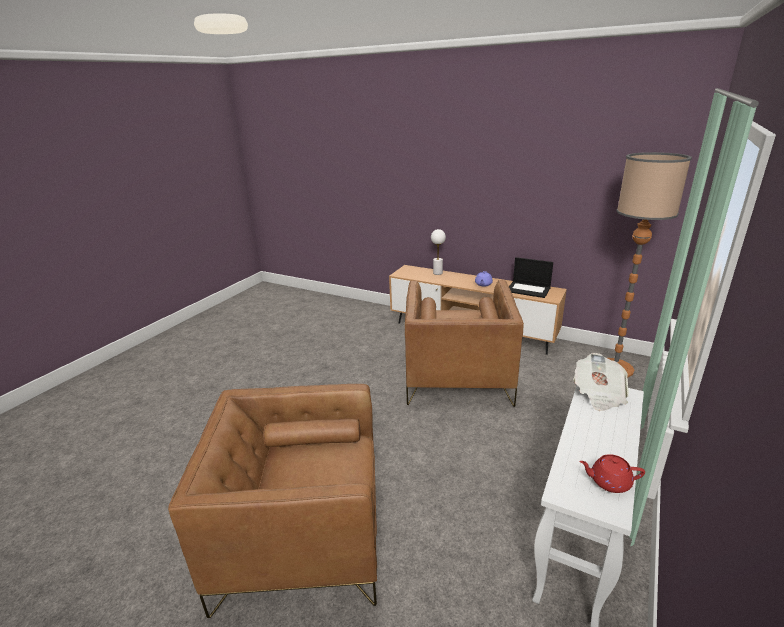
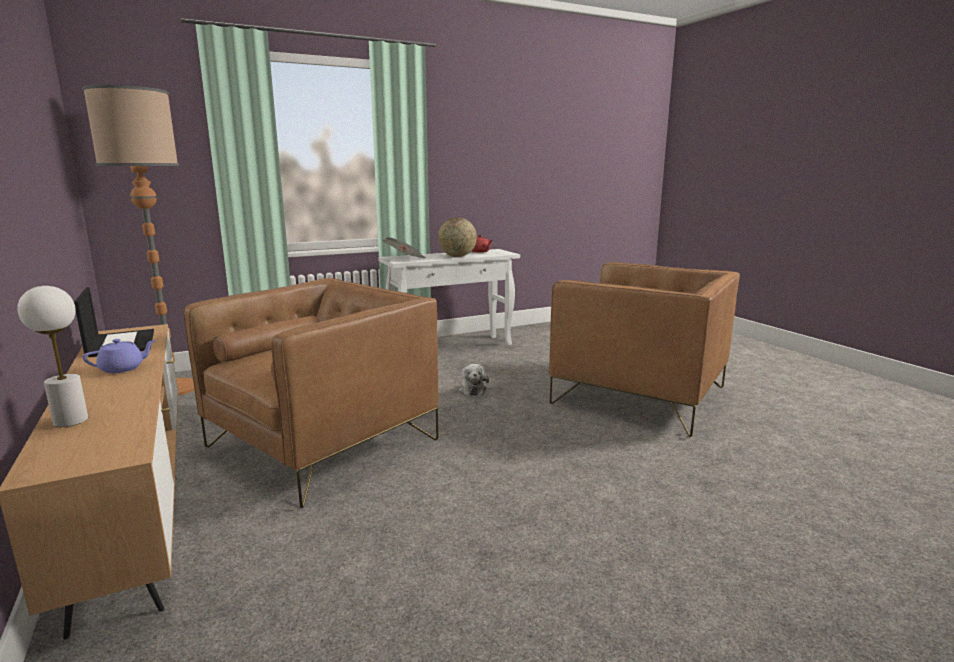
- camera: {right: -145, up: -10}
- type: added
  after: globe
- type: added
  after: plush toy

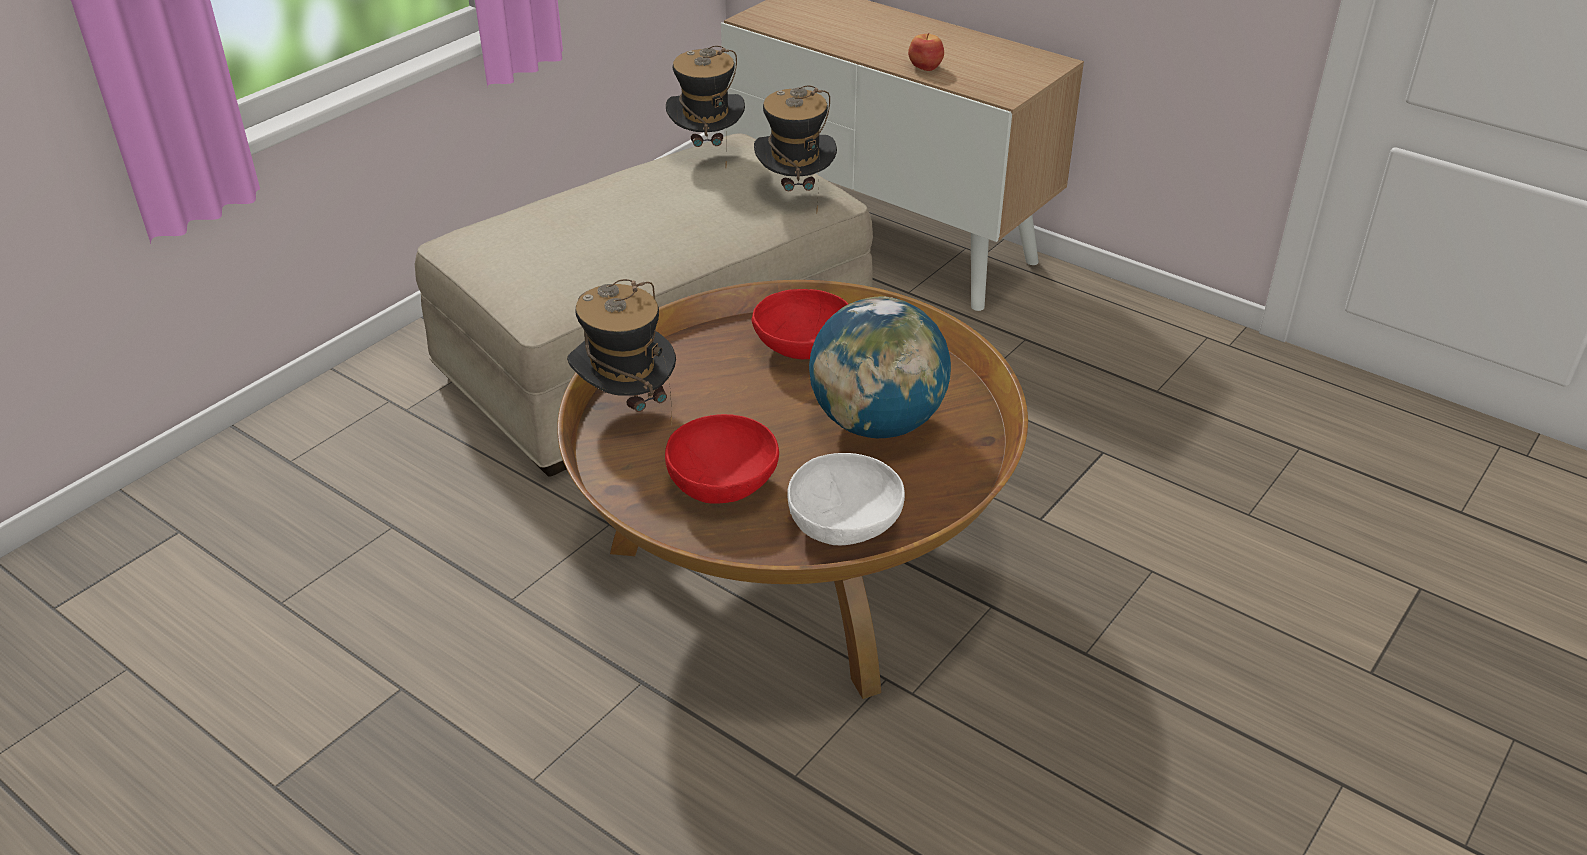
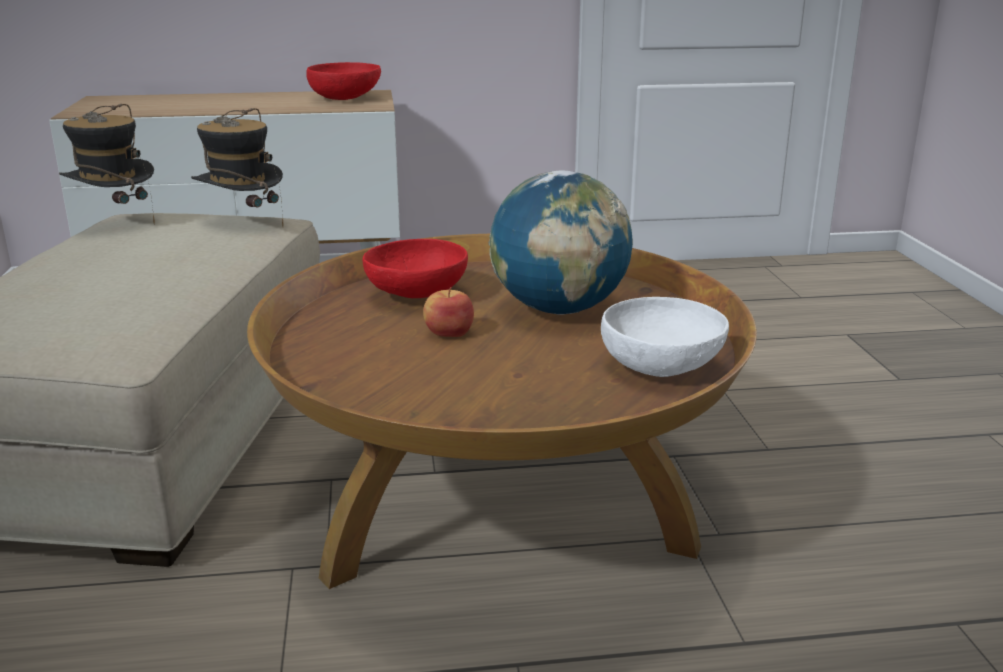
- camera: {right: -45, up: -15}
- type: removed
  before: hat (1st from left)
- type: moved
  before: bowl/red (1st from left)
- type: moved
  before: apple

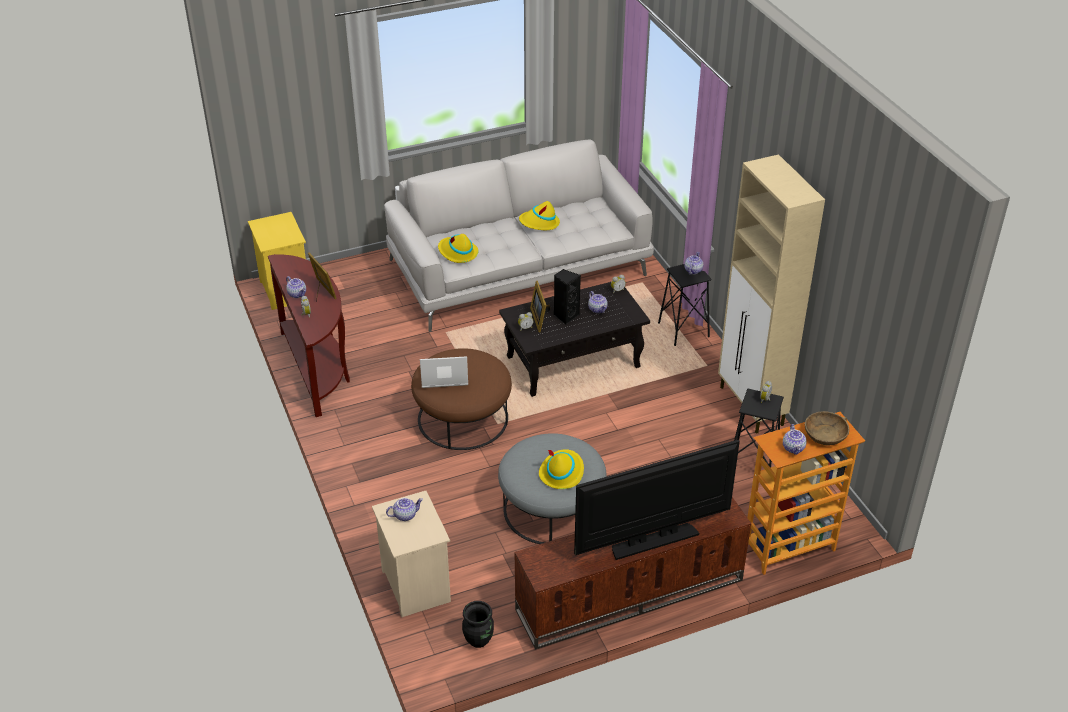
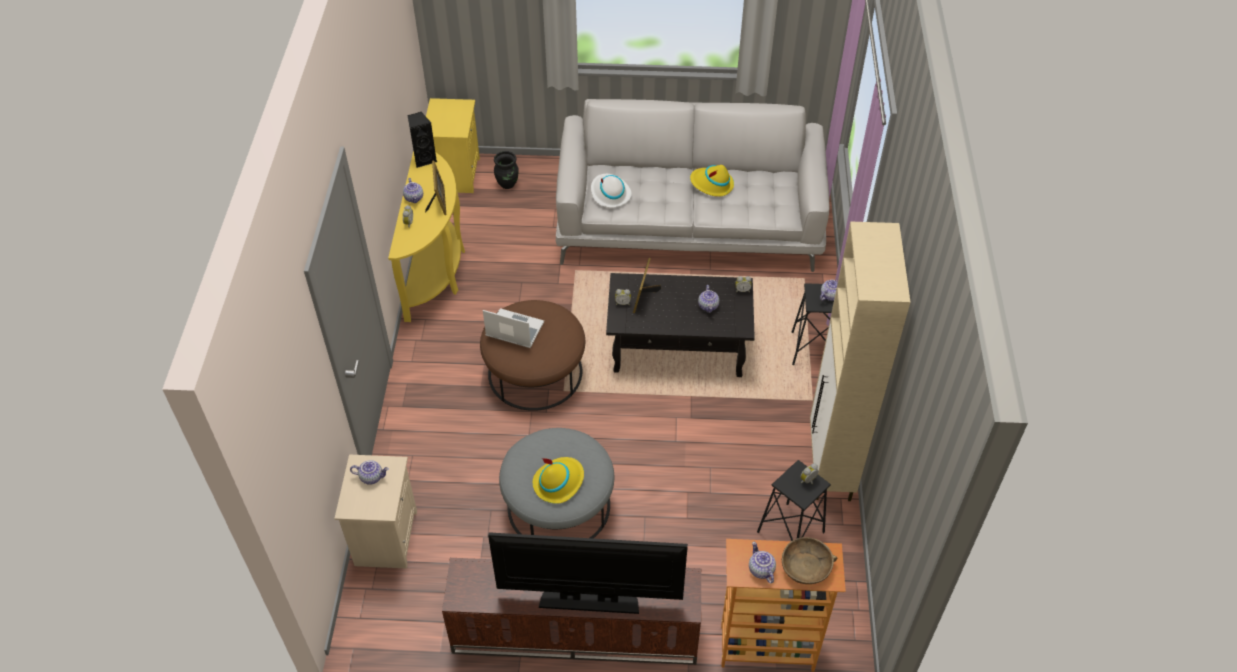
- camera: {right: 25, up: 10}
- type: moved
  before: vase/black
- type: moved
  before: speaker/black
- type: recoloured
  before: console table/brown
  after: console table/yellow
- type: recoloured
  before: hat/yellow (1st from left)
  after: hat/white
- type: turned
  before: teapot (5th from left in the first image)
  turn: 135

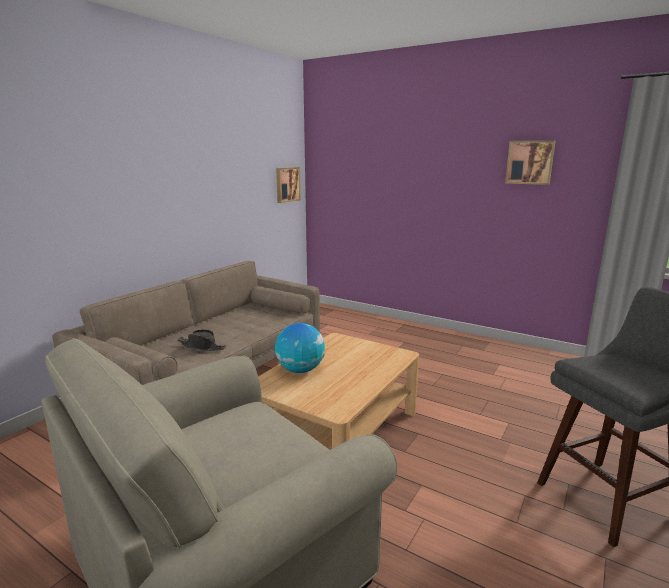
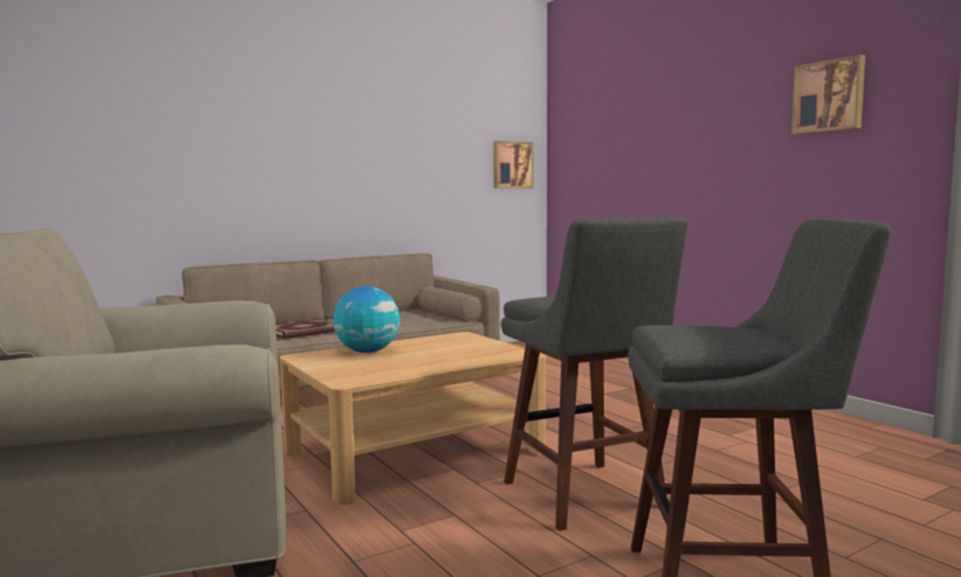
- camera: {right: 25, up: -10}
- type: added
  after: stool/grey (1st from left)
- type: replaced
  before: hat/black
  after: book

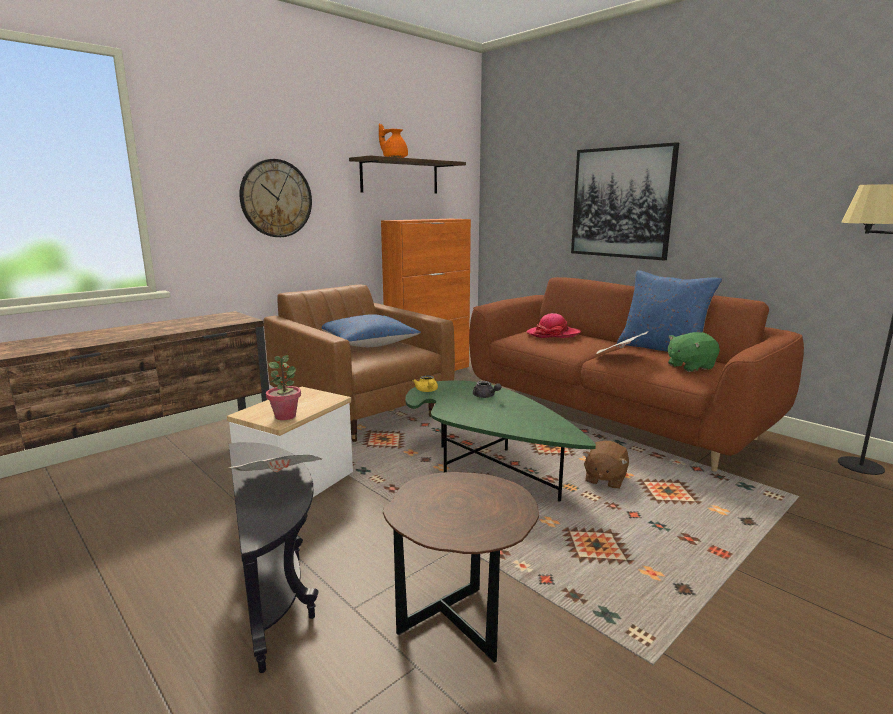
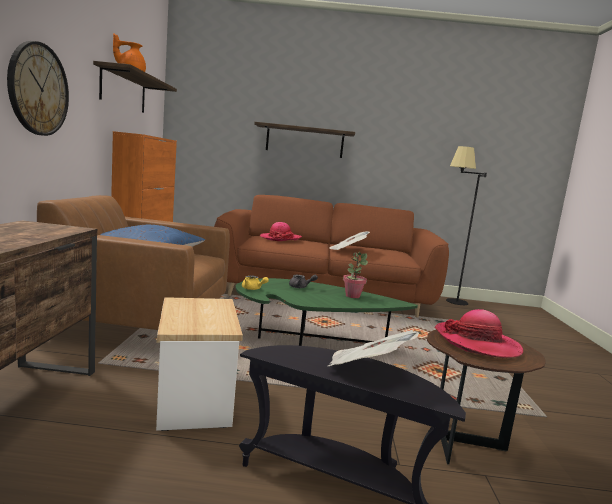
- camera: {right: -45, up: -5}
- type: removed
  before: plush toy/brown
- type: removed
  before: pillow/blue (2nd from left)
- type: removed
  before: plush toy/green
- type: added
  after: hat (2nd from left)
- type: moved
  before: potted plant
- type: replaced
  before: picture
  after: shelf (2nd from left)

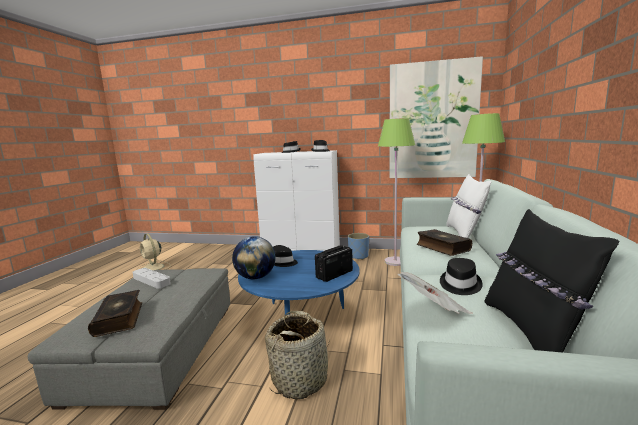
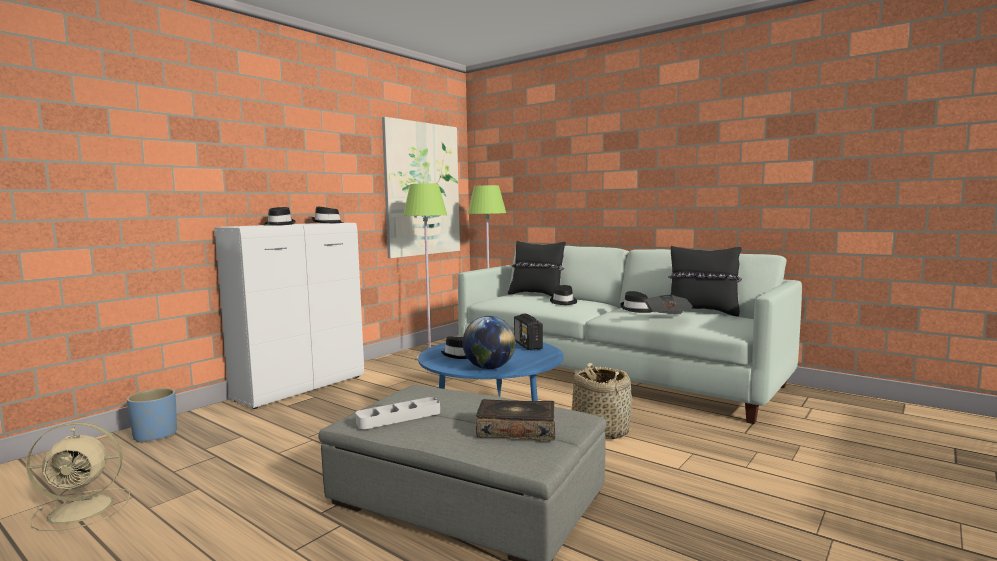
- camera: {right: -65, up: -5}
- type: moved
  before: planter/blue
- type: replaced
  before: book (2nd from left)
  after: hat/black (4th from left)
- type: recoloured
  before: pillow/white
  after: pillow/black (1st from left)

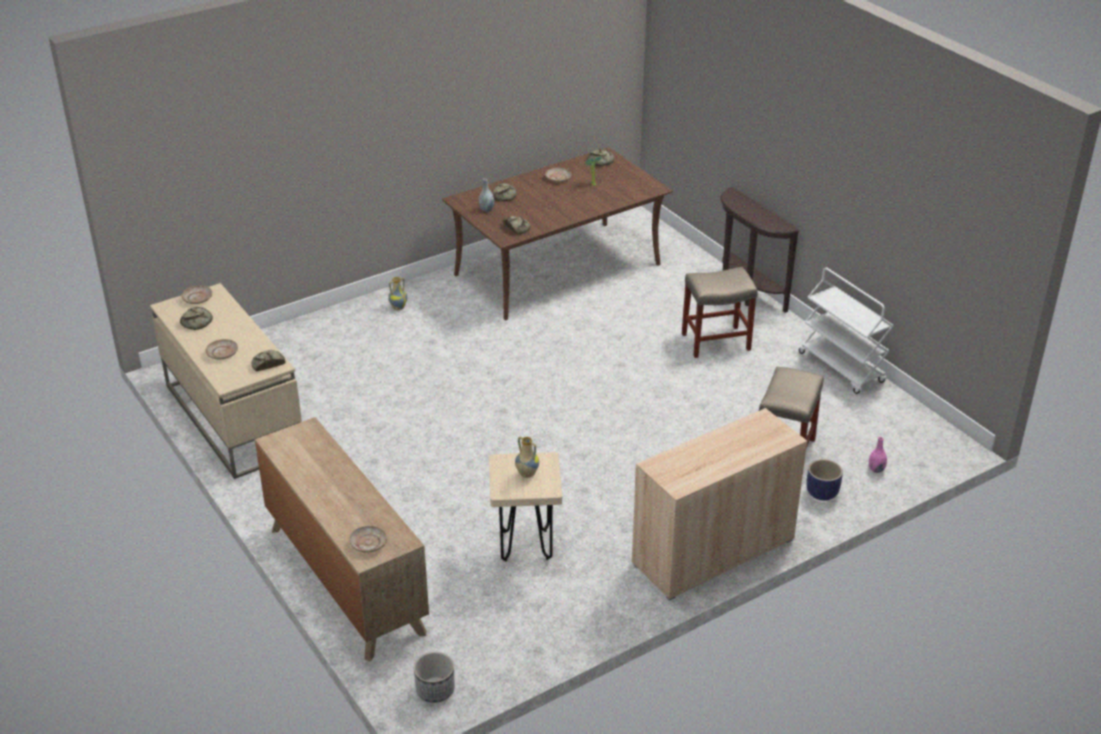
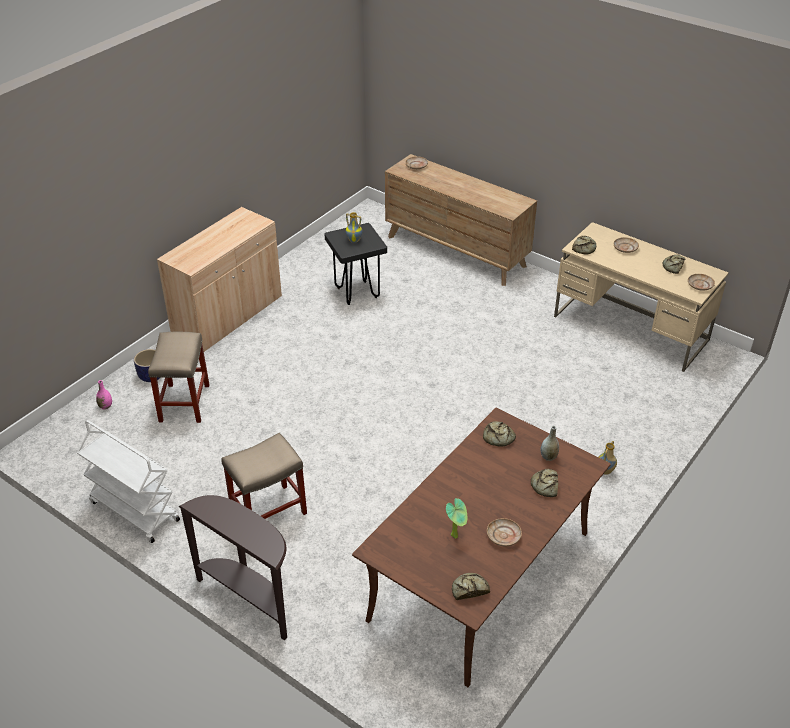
- camera: {right: 160, up: 5}
- type: removed
  before: planter (1st from left)
- type: recoloured
  before: stool/beige (1st from left)
  after: stool/black

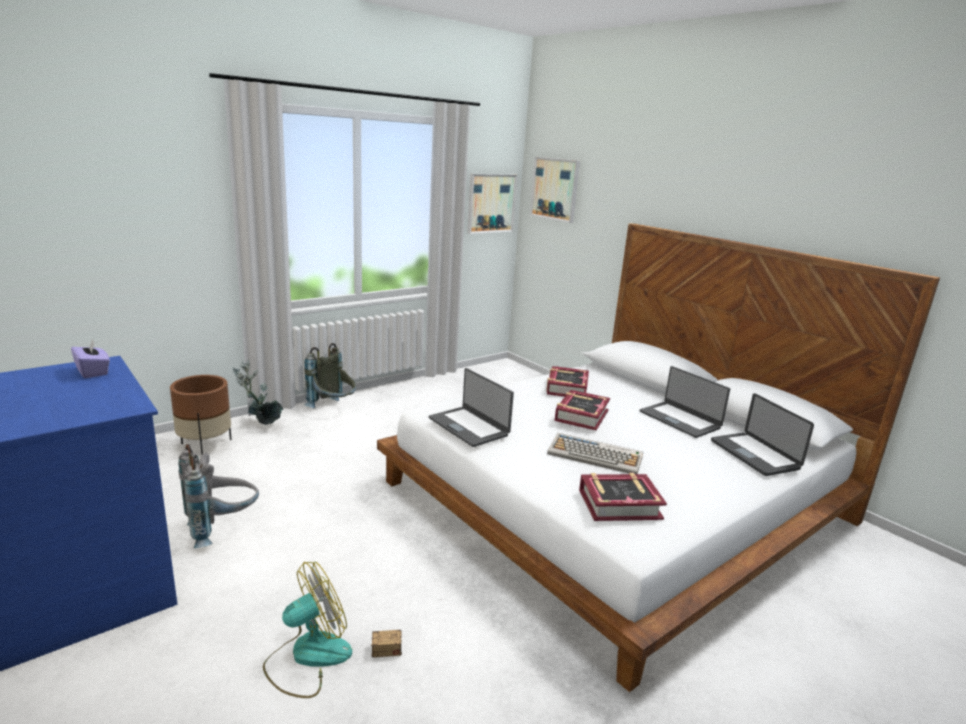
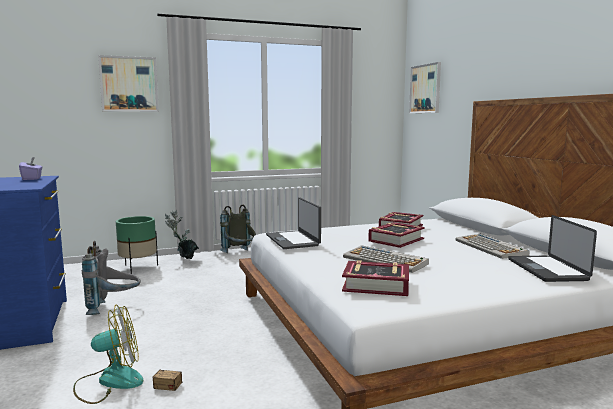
- camera: {right: 20, up: -10}
- type: moved
  before: picture (1st from left)
- type: replaced
  before: laptop (2nd from left)
  after: keyboard (2nd from left)
- type: recoloured
  before: planter/brown
  after: planter/green

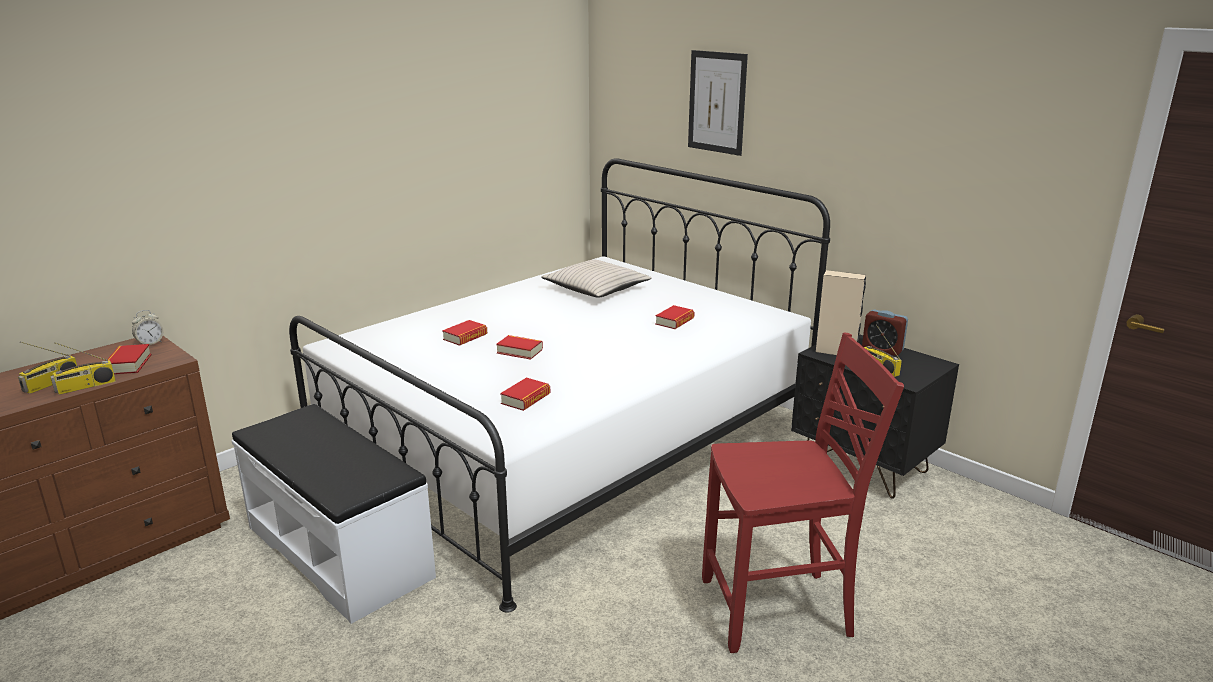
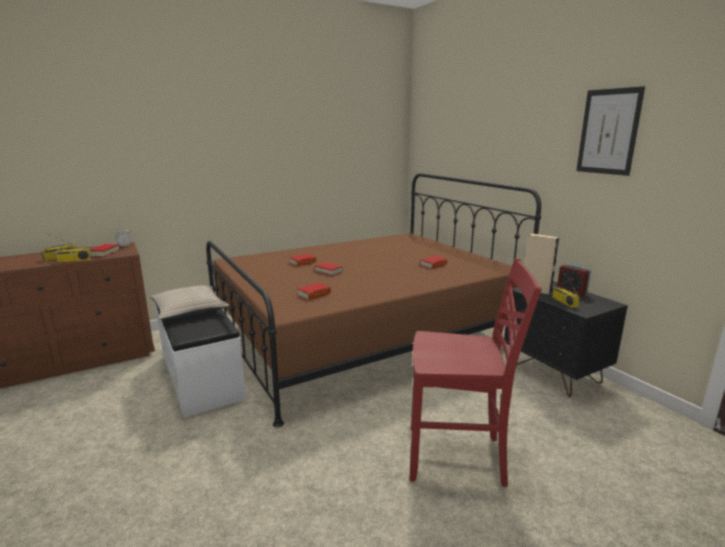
- camera: {right: 15, up: -5}
- type: moved
  before: pillow/beige
- type: moved
  before: picture
- type: recoloured
  before: bed/white
  after: bed/brown

